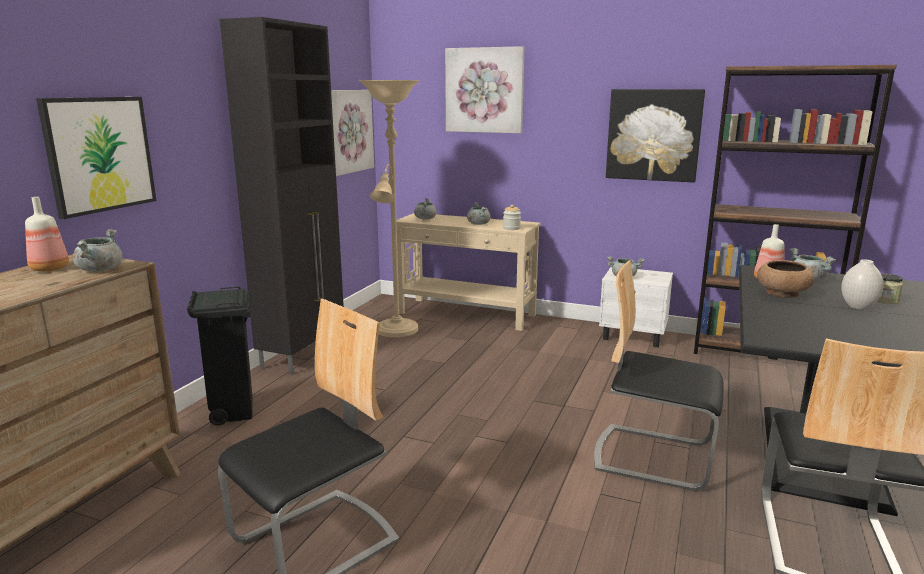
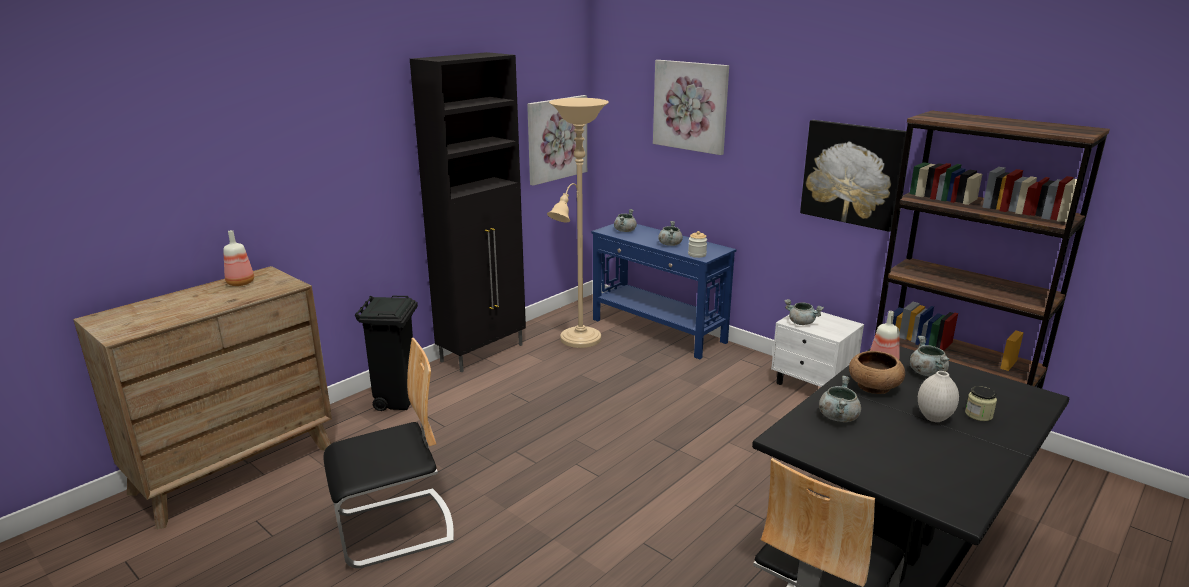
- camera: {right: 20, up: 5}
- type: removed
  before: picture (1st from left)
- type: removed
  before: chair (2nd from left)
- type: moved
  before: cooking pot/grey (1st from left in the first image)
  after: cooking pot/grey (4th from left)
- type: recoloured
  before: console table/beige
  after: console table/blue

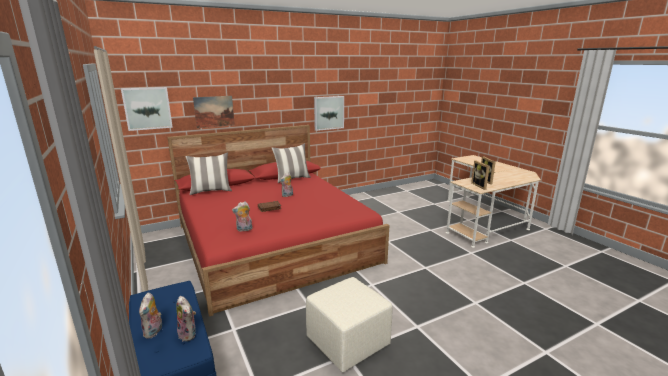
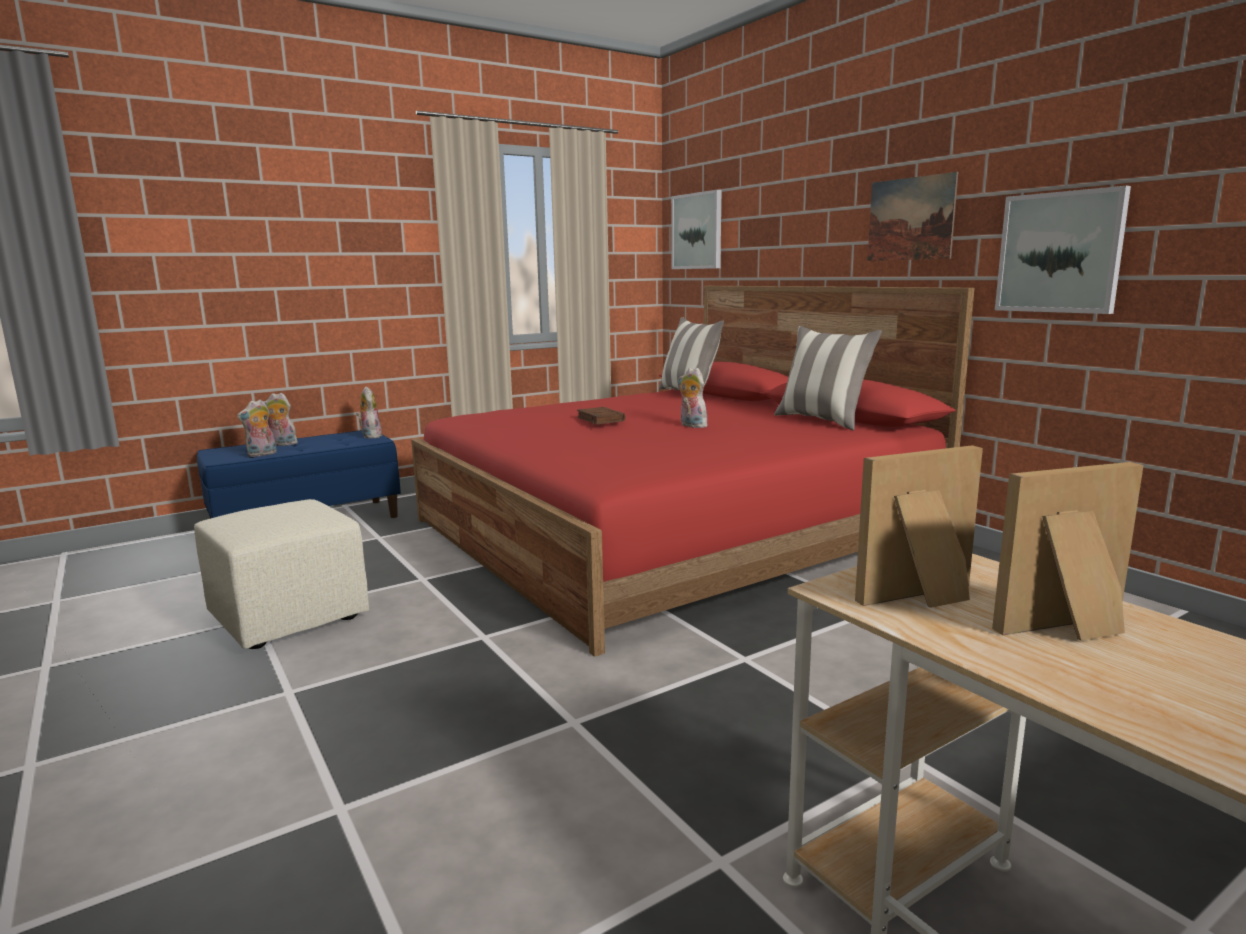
- camera: {right: 85, up: -5}
- type: moved
  before: picture (2nd from left)
- type: moved
  before: plush toy (3rd from left)

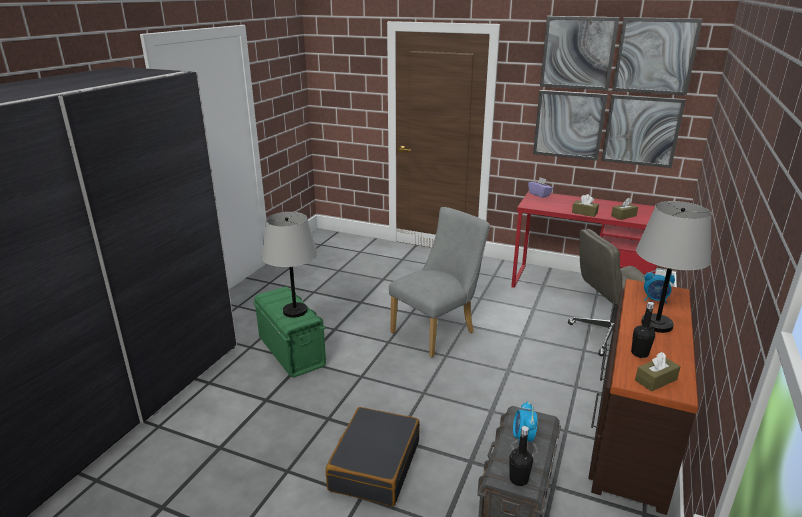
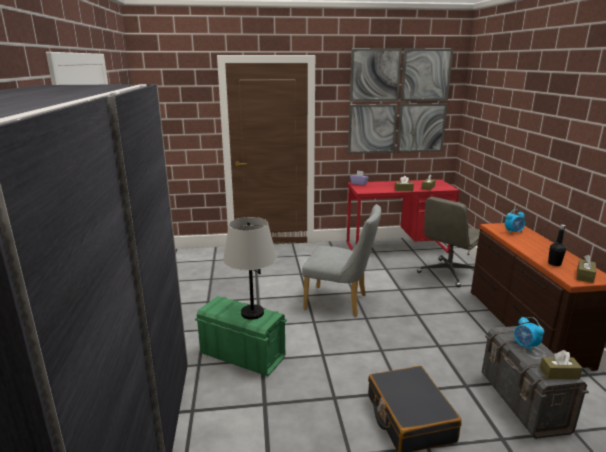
- camera: {right: -30, up: -5}
- type: removed
  before: table lamp/grey (2nd from left)
- type: replaced
  before: bottle/black (1st from left)
  after: tissue box/brown (3rd from left)
- type: turned
  before: chair/grey
  turn: 90

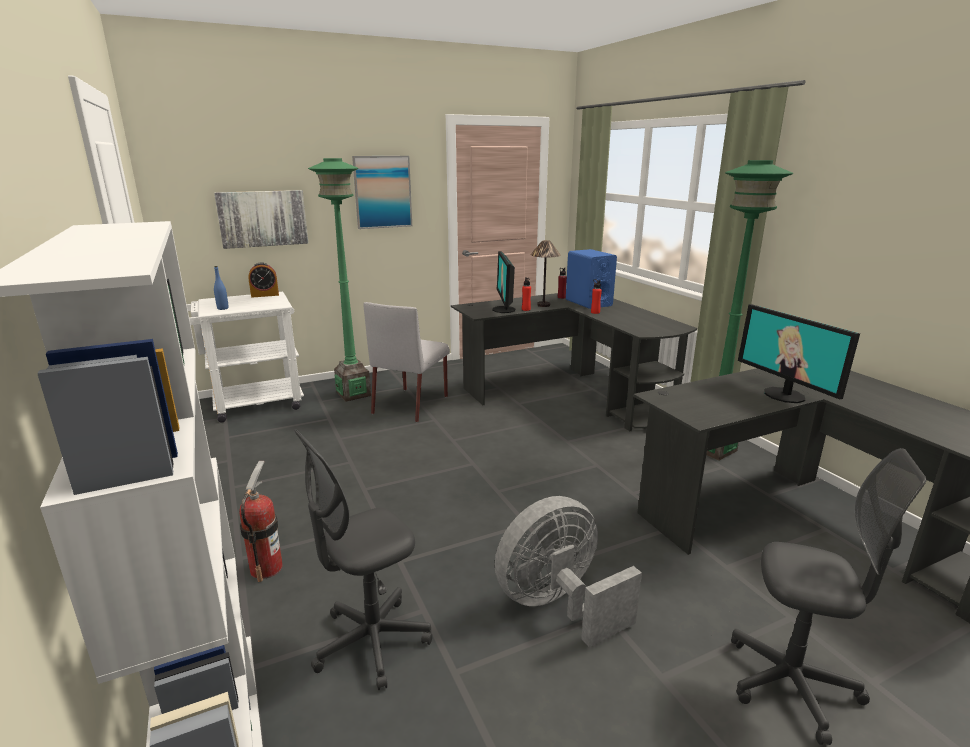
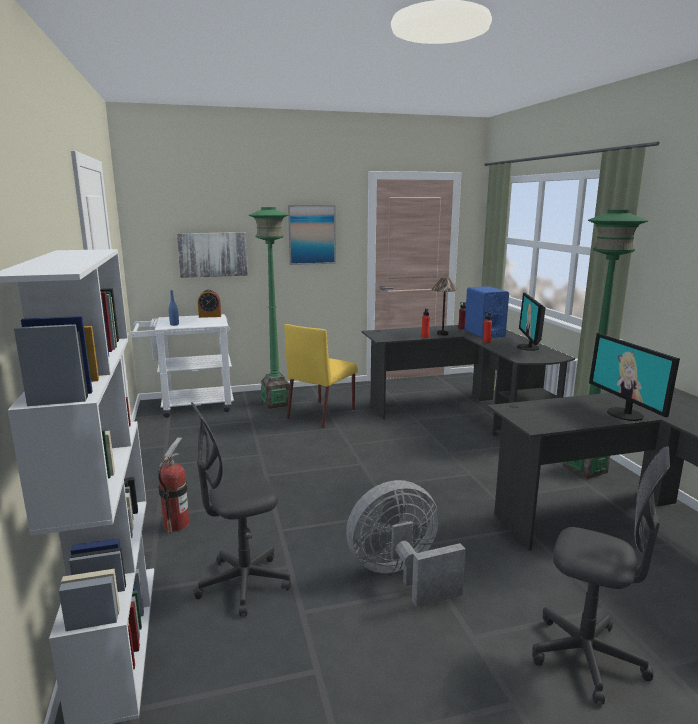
- camera: {right: 10, up: -5}
- type: moved
  before: monitor (1st from left)
- type: recoloured
  before: chair/grey
  after: chair/yellow

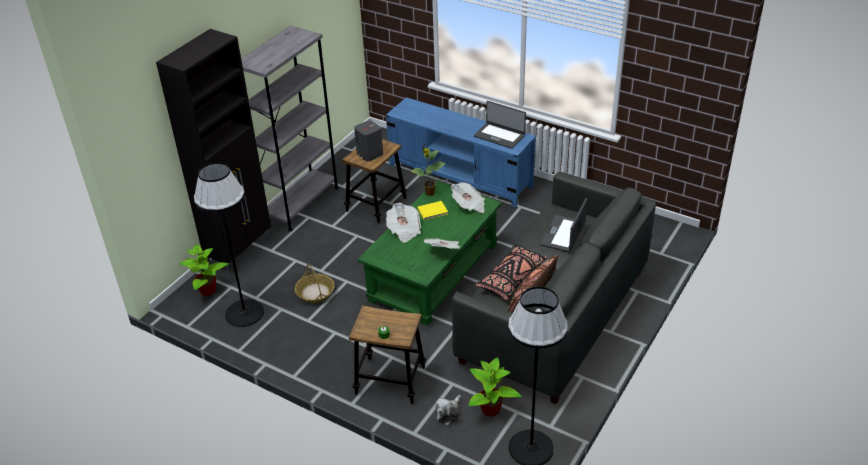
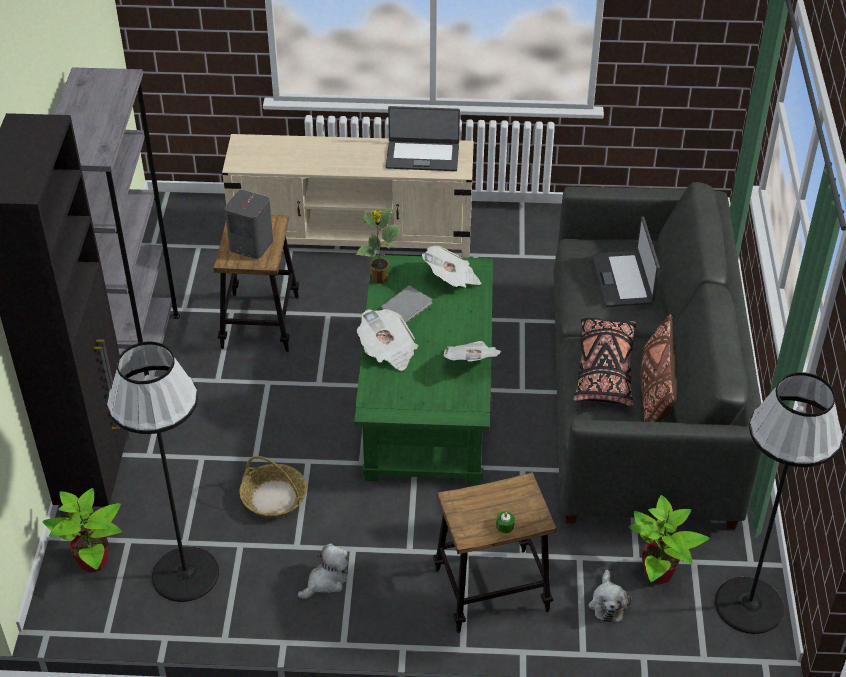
- camera: {right: -30, up: 5}
- type: added
  after: plush toy (1st from left)
- type: recoloured
  before: tv stand/blue
  after: tv stand/beige
- type: recoloured
  before: book/yellow
  after: book/grey

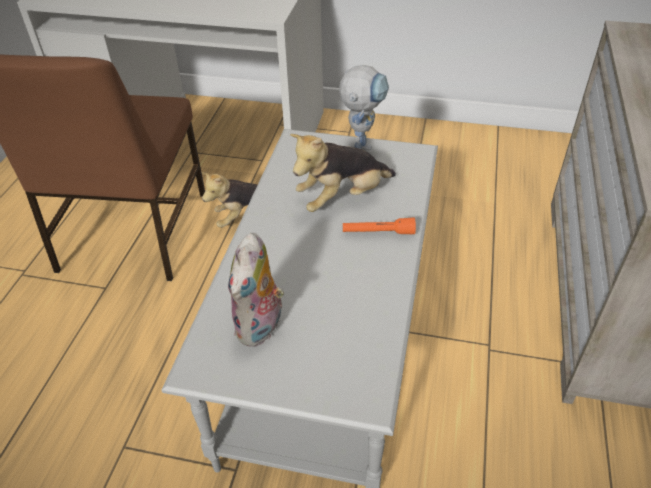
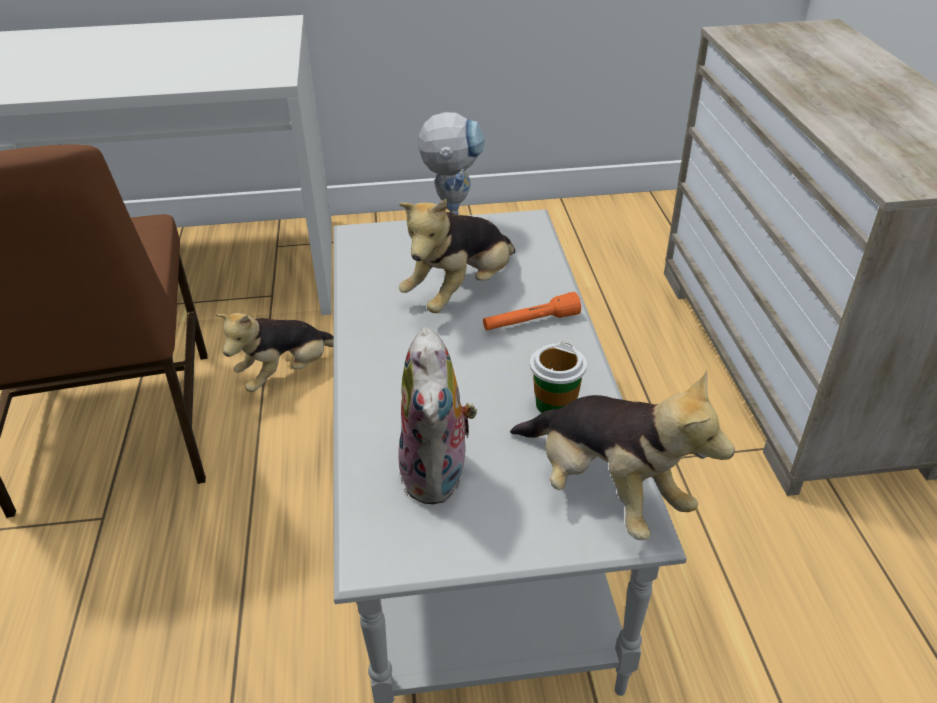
- camera: {right: -20, up: -5}
- type: added
  after: plush toy (4th from left)
- type: added
  after: cup

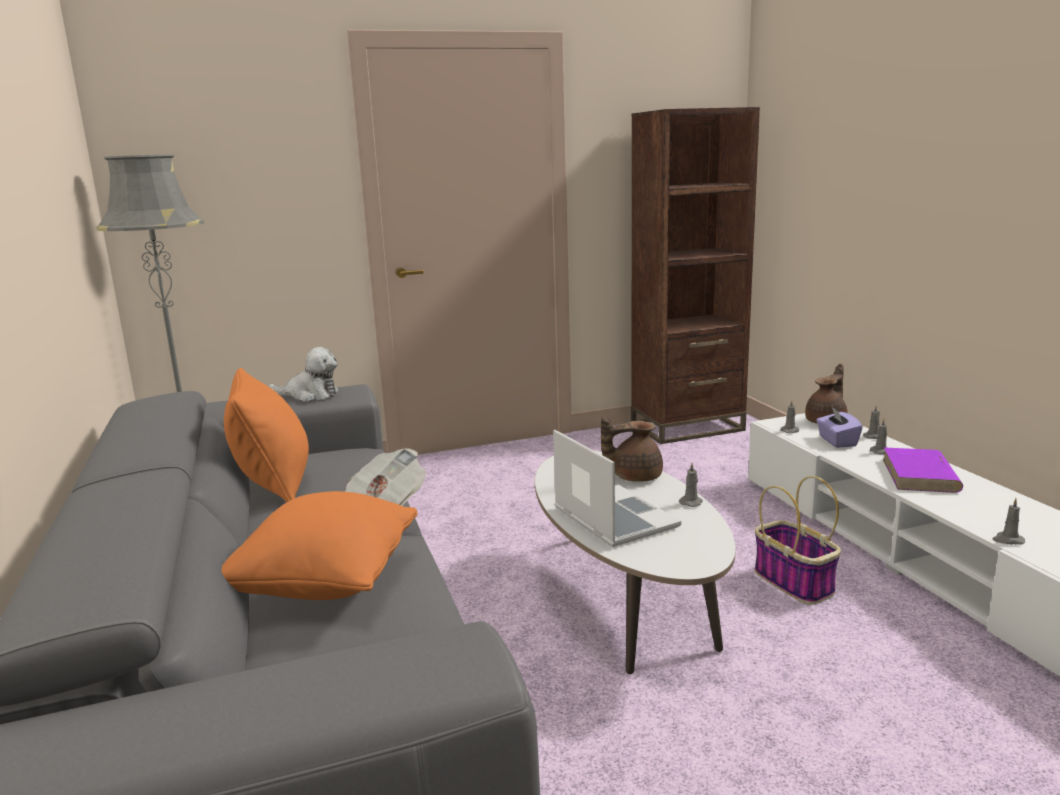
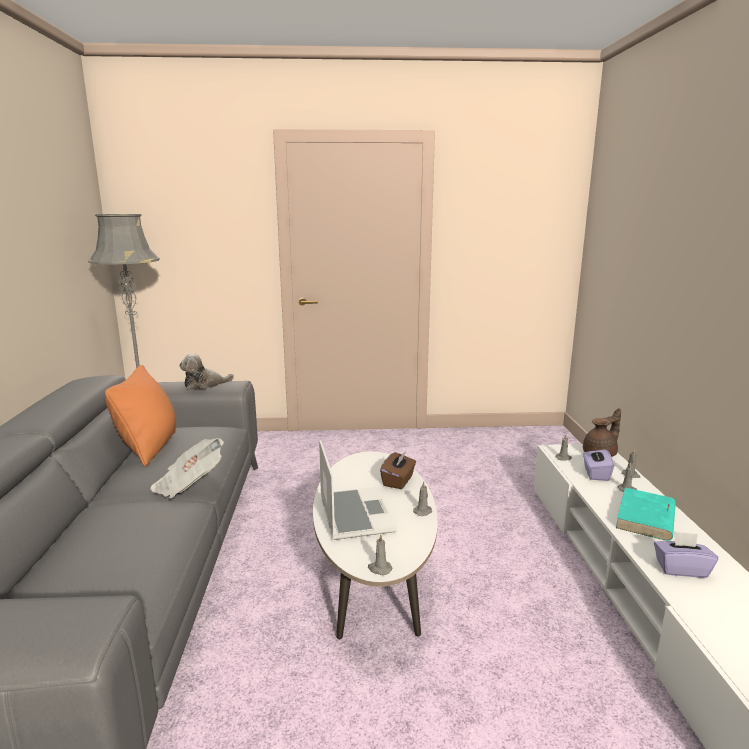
- camera: {right: 15, up: 0}
- type: removed
  before: pillow/orange (2nd from left)
- type: removed
  before: bookcase/brown
- type: removed
  before: basket
- type: added
  after: tissue box/purple (2nd from left)
- type: moved
  before: candle/grey (5th from left in the first image)
  after: candle/grey (1st from left)
- type: replaced
  before: teapot/brown (1st from left)
  after: tissue box/brown
- type: recoloured
  before: book/purple
  after: book/turquoise
- type: turned
  before: plush toy
  turn: 135

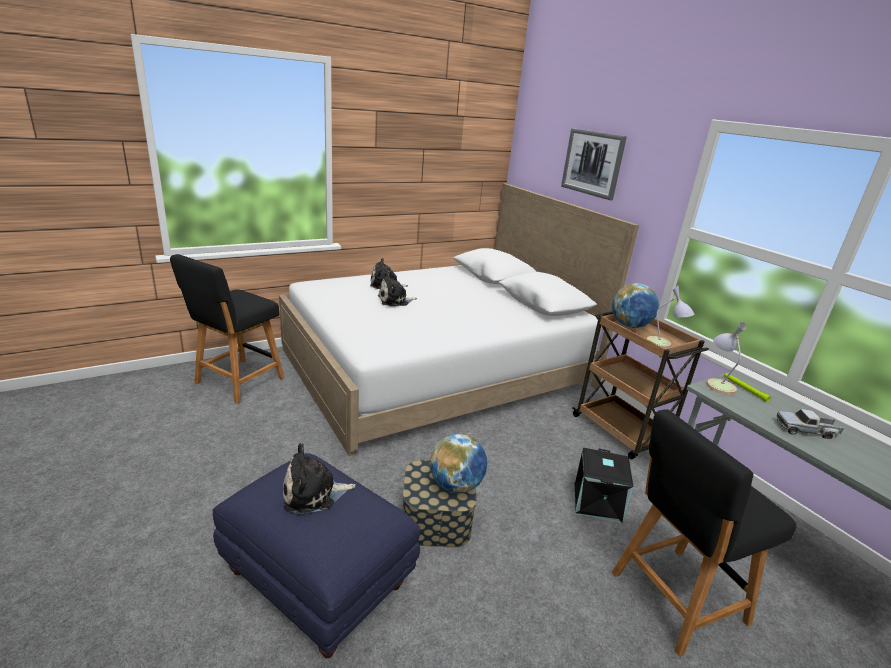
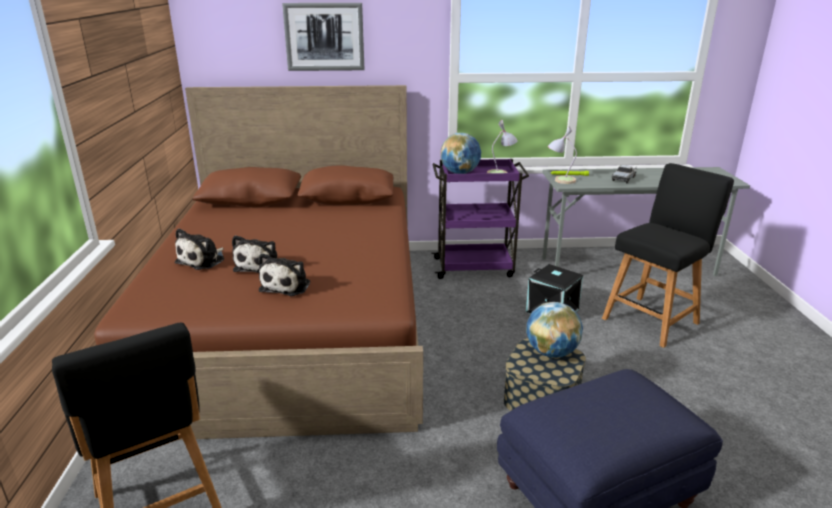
- camera: {right: -60, up: 0}
- type: moved
  before: plush toy (1st from left in the first image)
  after: plush toy (3rd from left)
- type: recoloured
  before: bed/white
  after: bed/brown
- type: recoloured
  before: cart/brown
  after: cart/purple
- type: turned
  before: chair/black (2nd from left)
  turn: -135

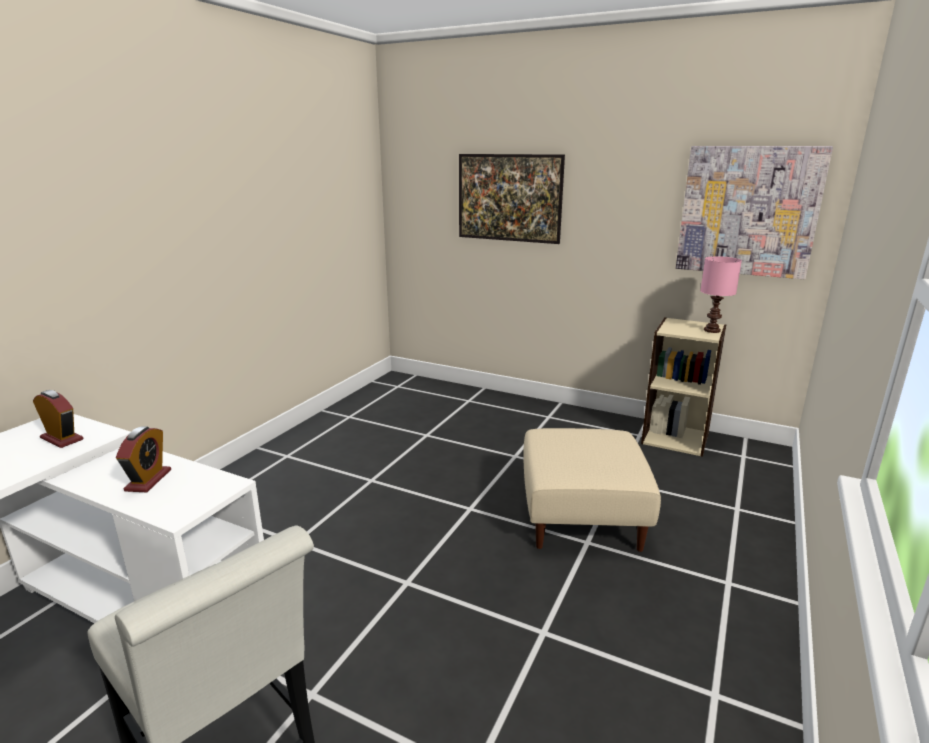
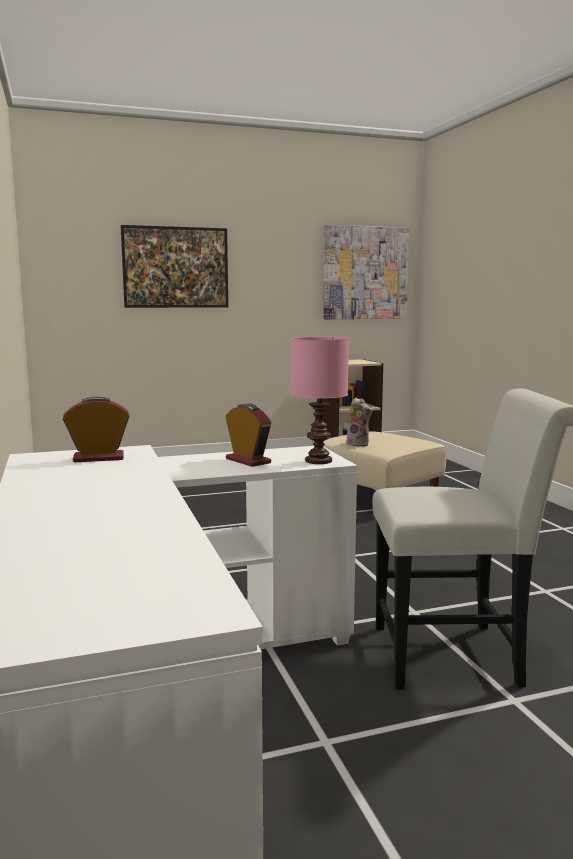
- camera: {right: -45, up: -10}
- type: added
  after: plush toy
- type: moved
  before: table lamp/pink

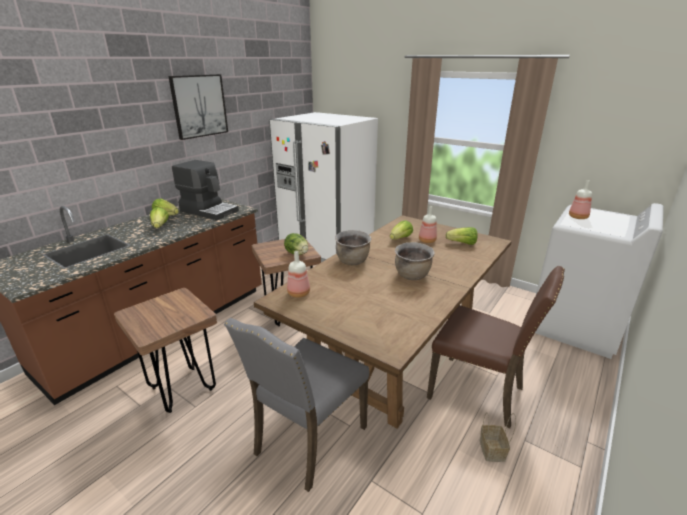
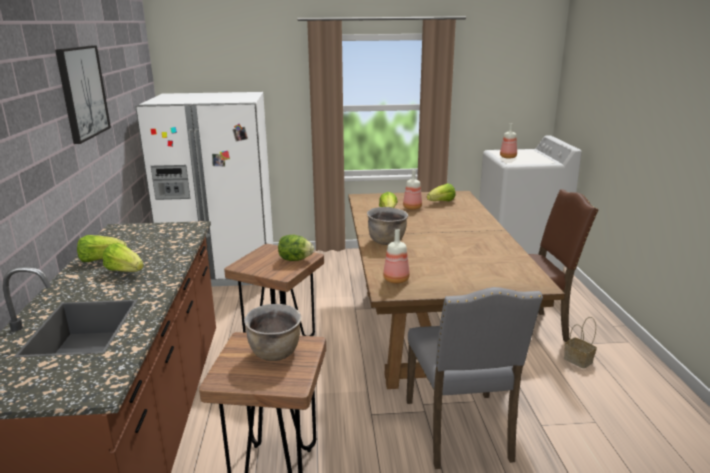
- camera: {right: -40, up: -5}
- type: removed
  before: coffee machine
- type: moved
  before: cooking pot/brown (2nd from left in the first image)
  after: cooking pot/brown (1st from left)

